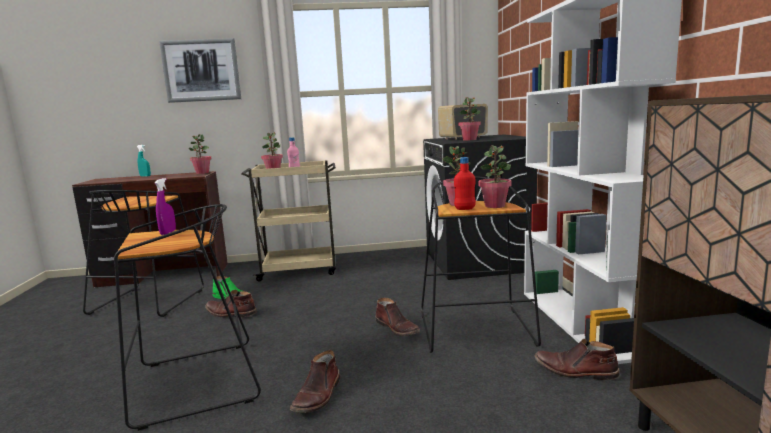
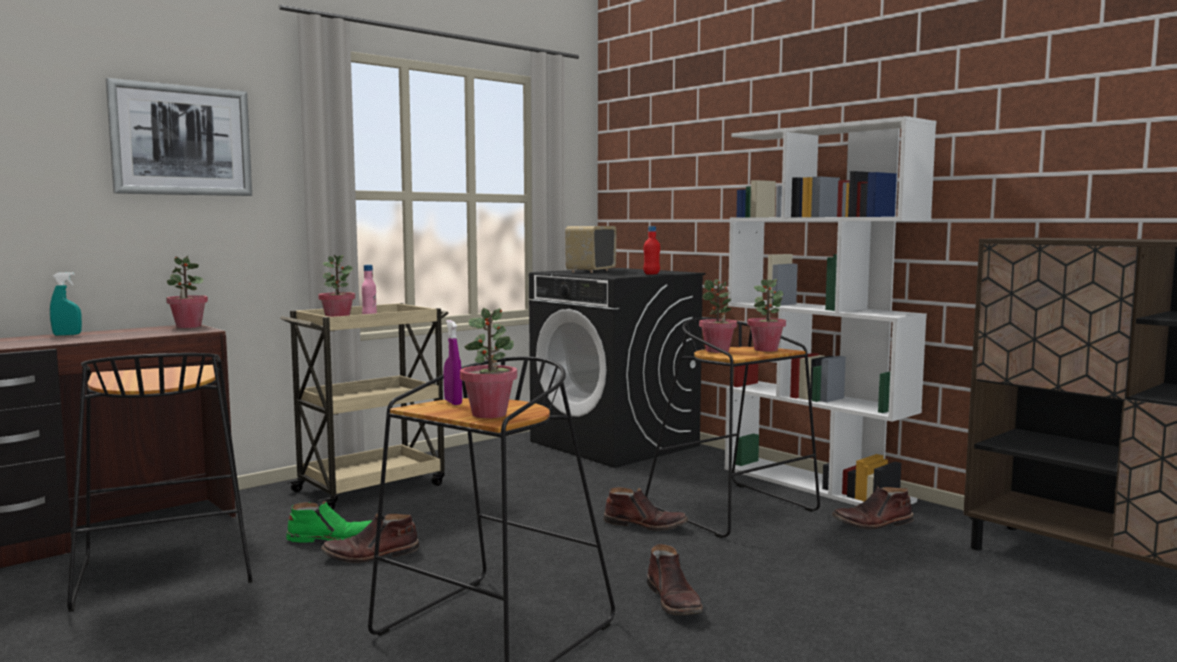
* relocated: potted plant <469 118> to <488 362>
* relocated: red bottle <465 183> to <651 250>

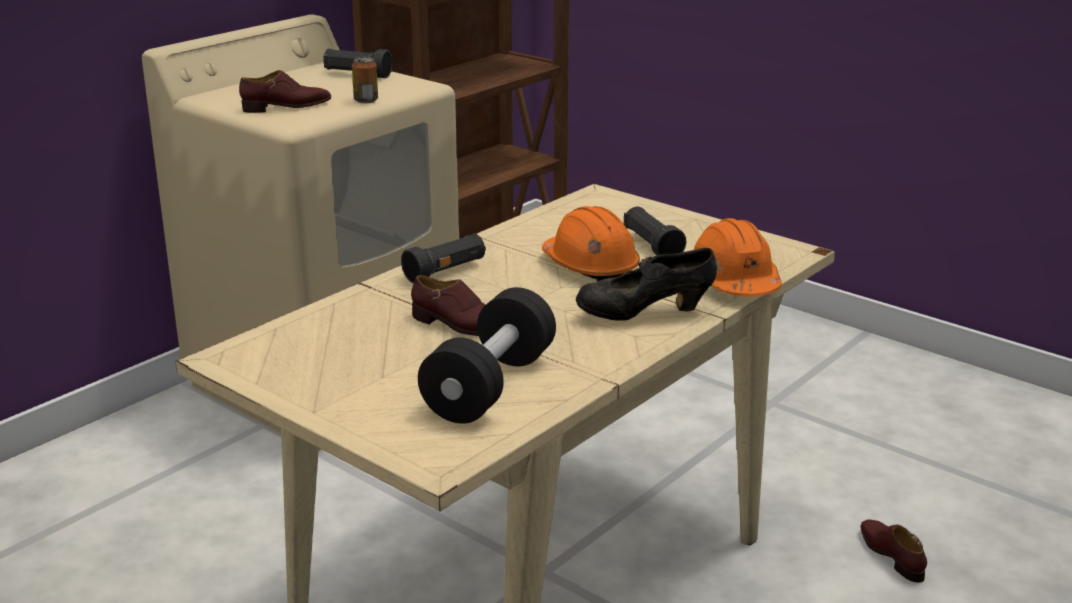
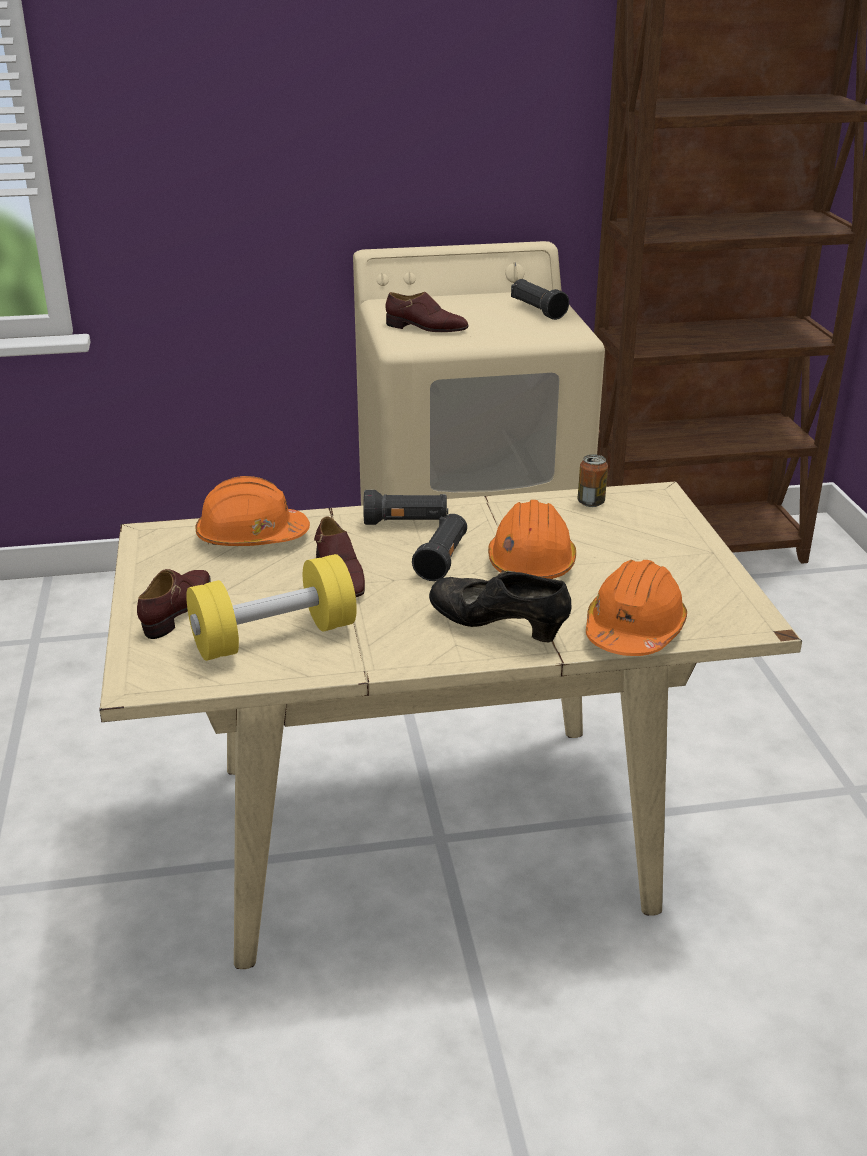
* relocated: brown shoe <893 550> to <174 604>
* colour: black dumbbell <487 355> to yellow dumbbell <271 607>
* appeared: orange hard hat <252 511>
* relocated: black flashlight <655 231> to <439 547>
* relocated: can <365 80> to <592 480>

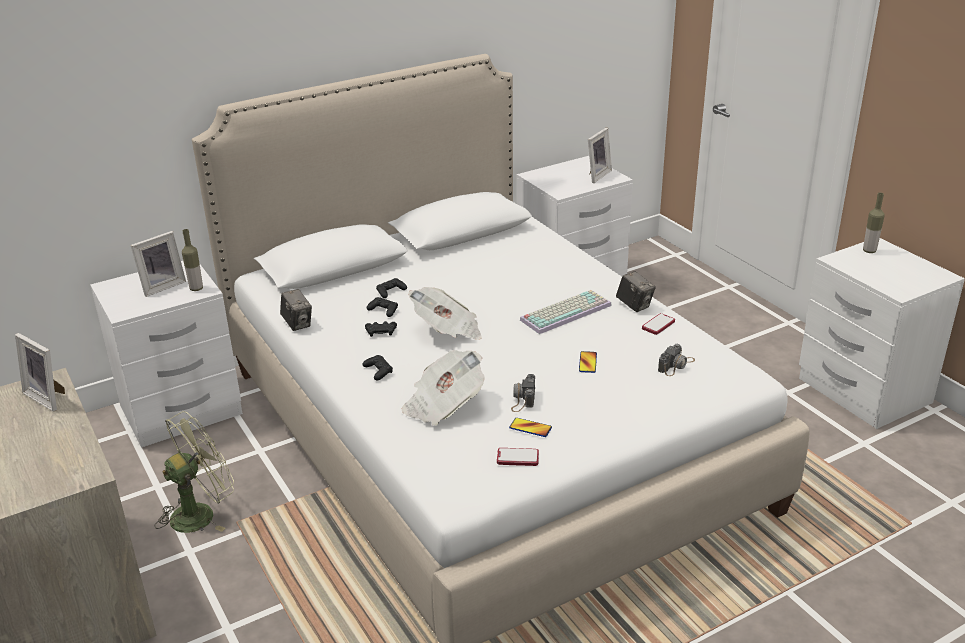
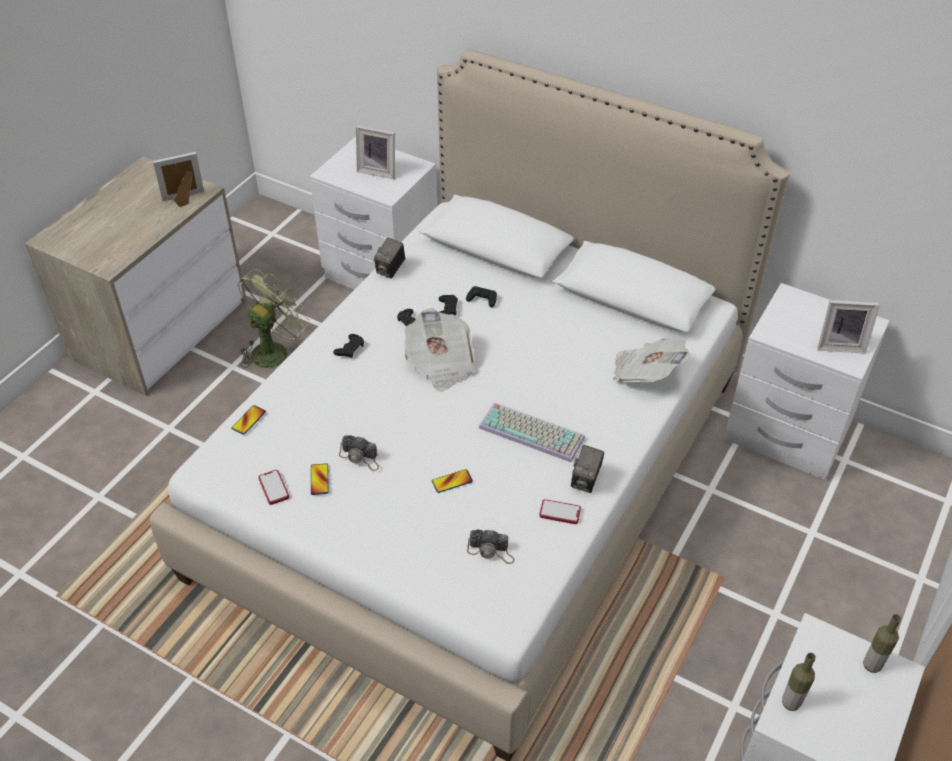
* spun: picture frame <40 372> = <178 179> 60 degrees clockwise
* appeared: phone <248 420>
* spun: green fan <194 472> = <274 318> 75 degrees counterclockwise
* spun: photo camera <523 393> = <359 453> 135 degrees counterclockwise
* relocated: newspaper <443 388> to <651 360>
* relocated: bottle <192 260> to <799 682>

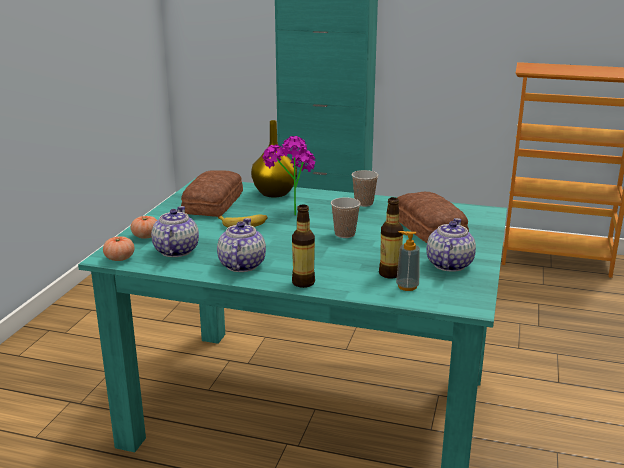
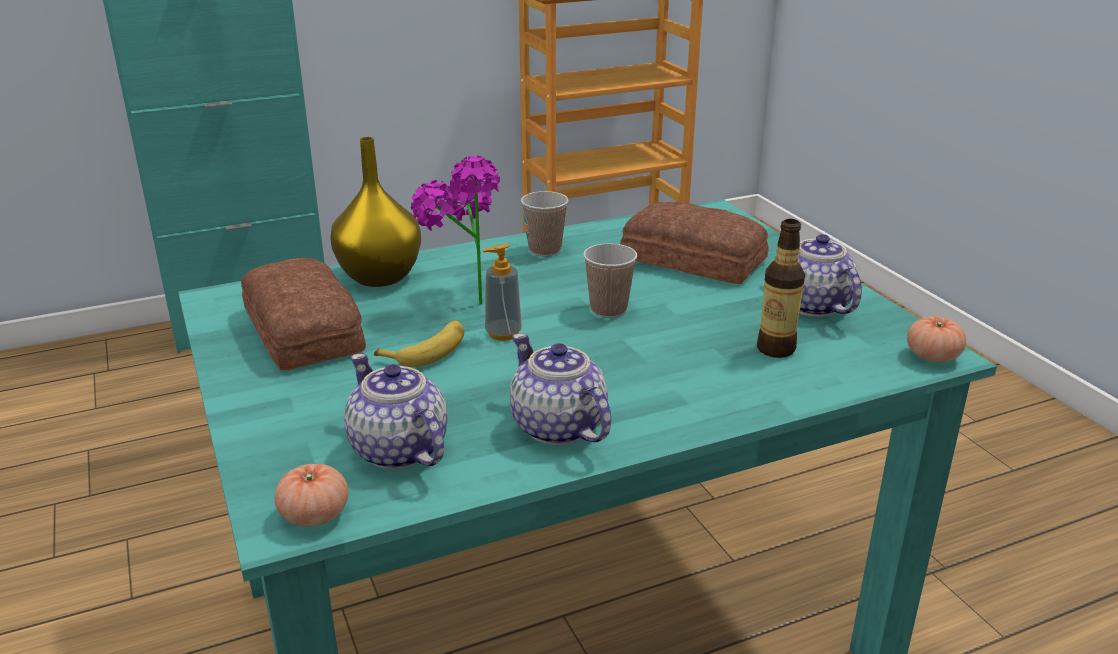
* relocated: soap dispenser <408 261> to <502 292>
* relocated: tomato <143 227> to <936 339>
* missing: bottle <303 246>

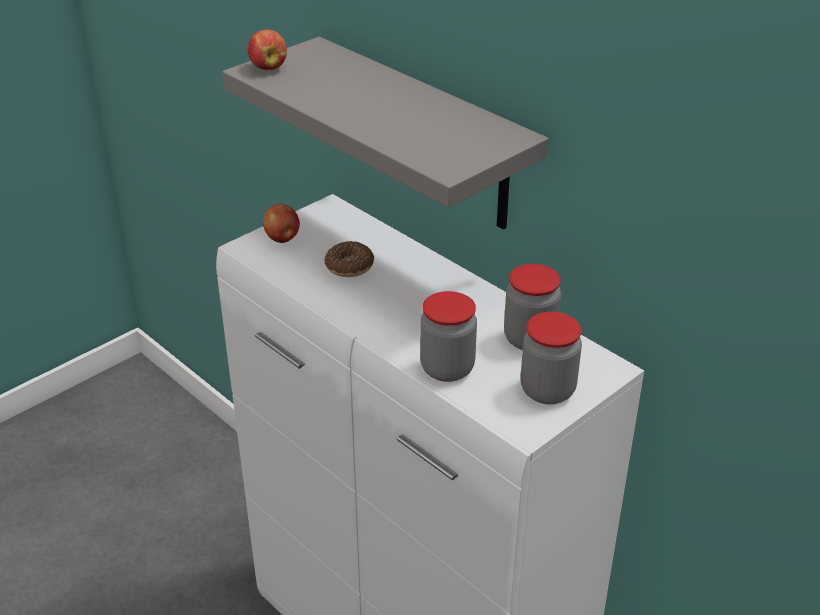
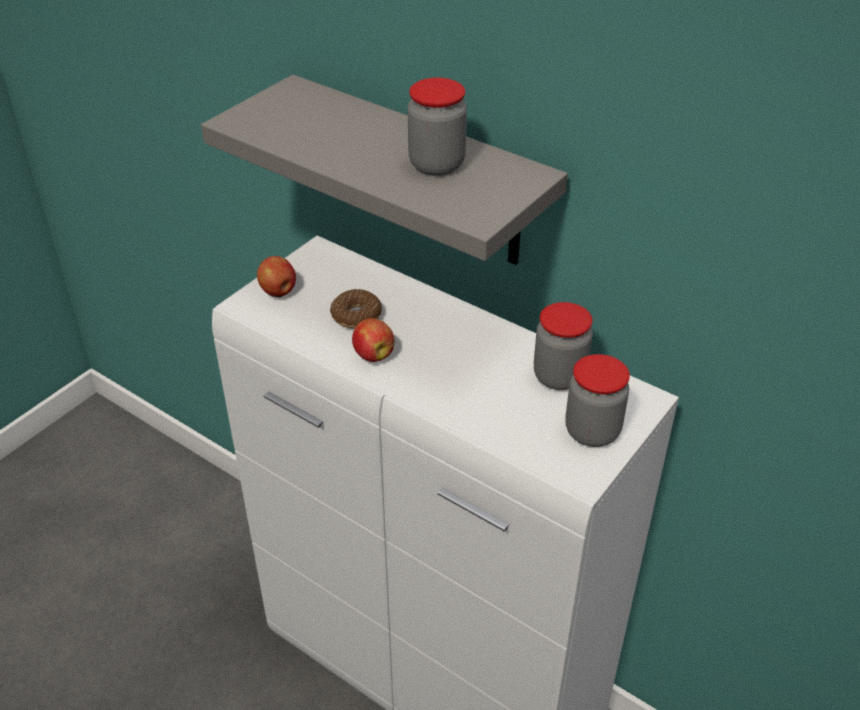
* relocated: apple <267 49> to <373 340>
* relocated: jar <448 336> to <437 127>

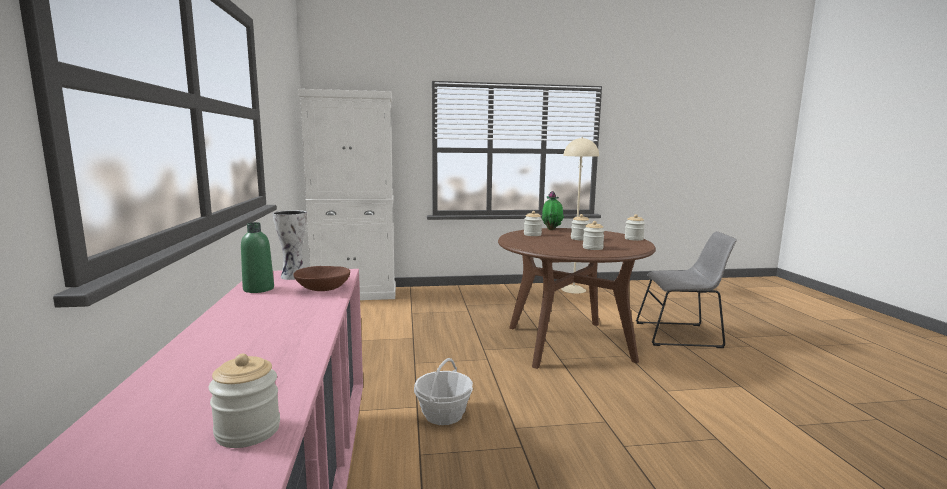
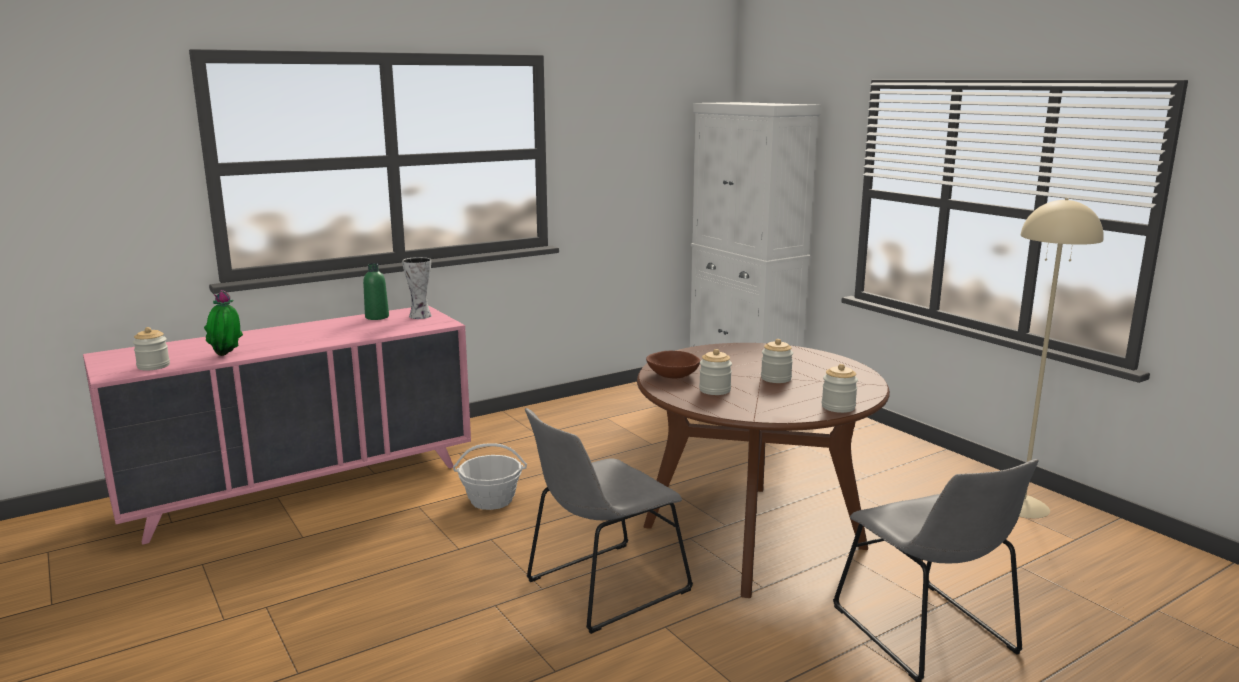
* relocated: potted plant <553 210> to <223 323>
* appeared: grey chair <609 521>
* relocated: brown bowl <321 278> to <673 365>
* missing: jar <533 223>

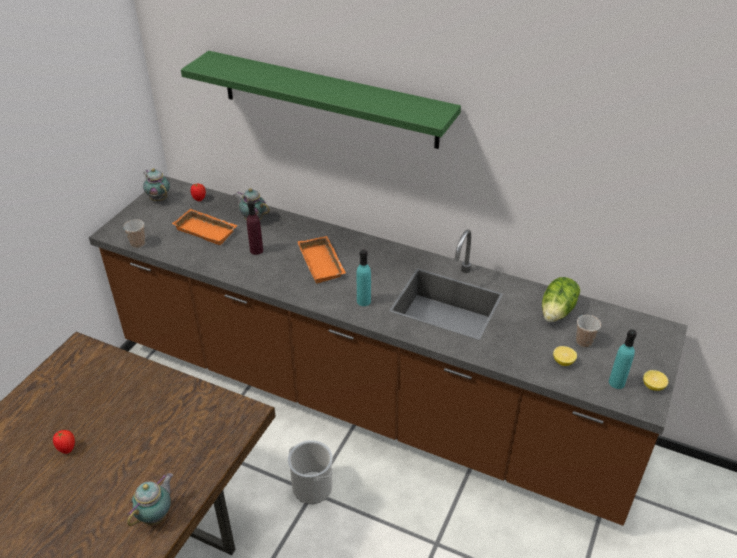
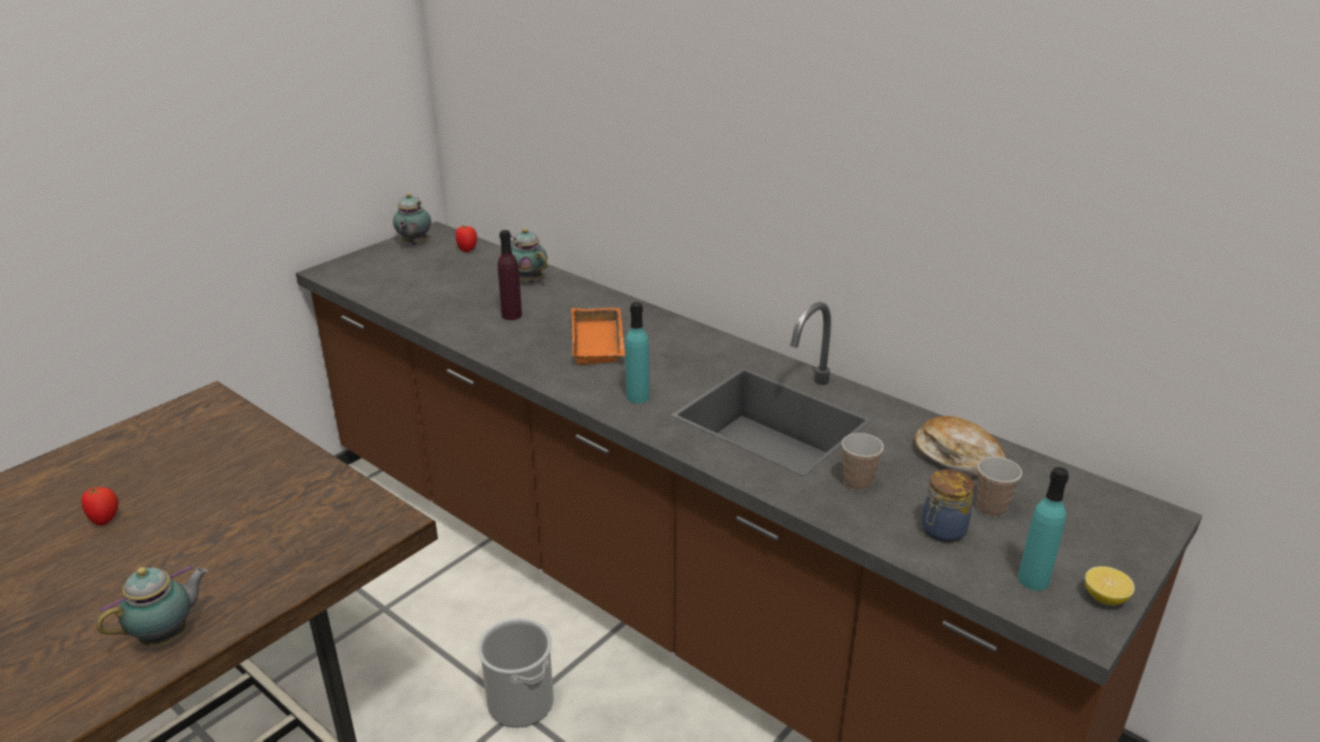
* spun: teapot <156 184> = <412 219> 150 degrees counterclockwise
* relocated: cup <134 233> to <863 462>
* exchanged: lettuce <561 299> to bread <960 446>
* exchanged: lemon <565 356> to jar <948 506>
* missing: orange tray <205 227>
* missing: green shelf <321 100>

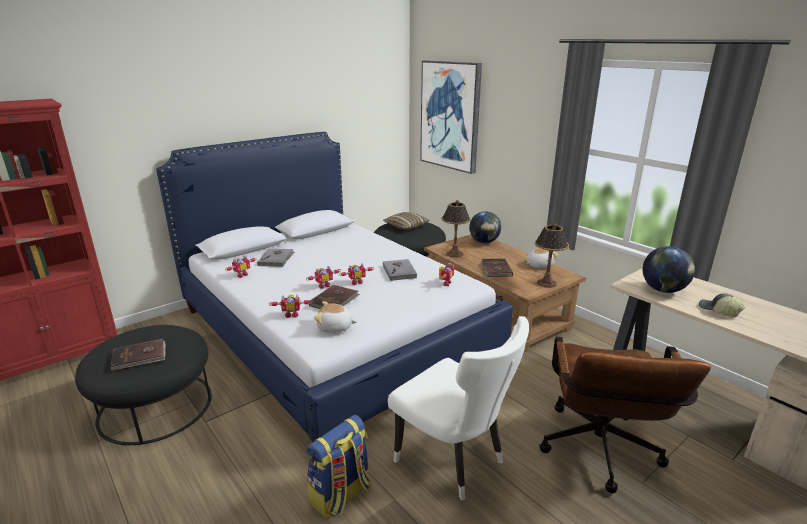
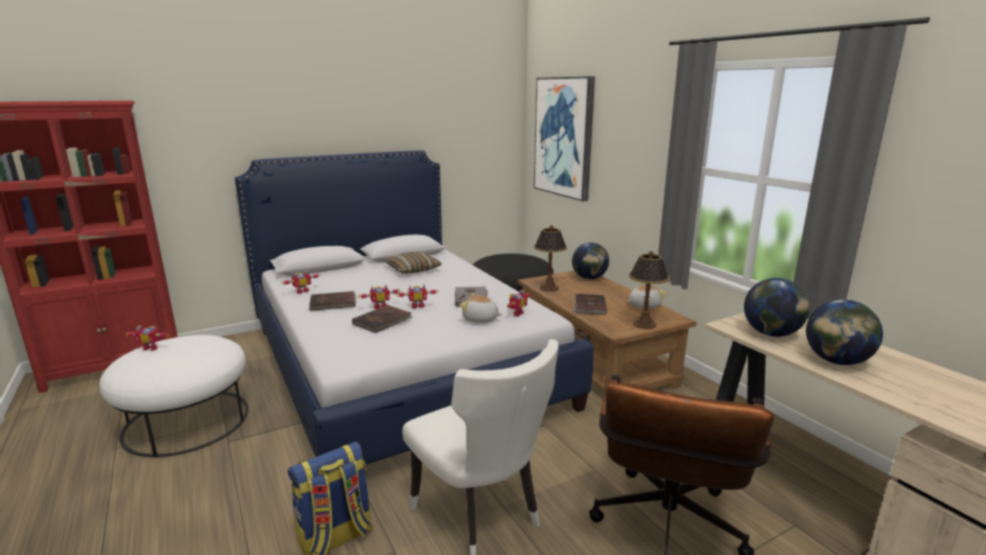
* colour: black ottoman <143 385> to white ottoman <174 396>
* relocated: toy robot <290 306> to <147 338>
* relocated: brown book <138 355> to <332 301>
* relocated: pillow <406 221> to <413 263>
* relocated: plush toy <335 317> to <481 308>
* exchanged: cap <722 306> to globe <844 332>
* missing: grey book <275 257>

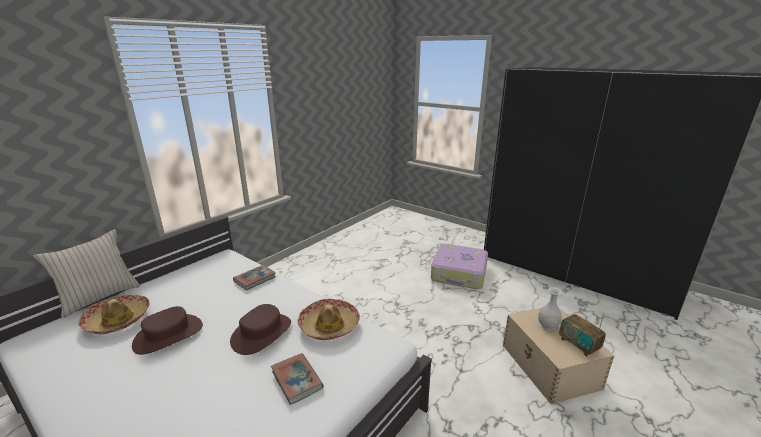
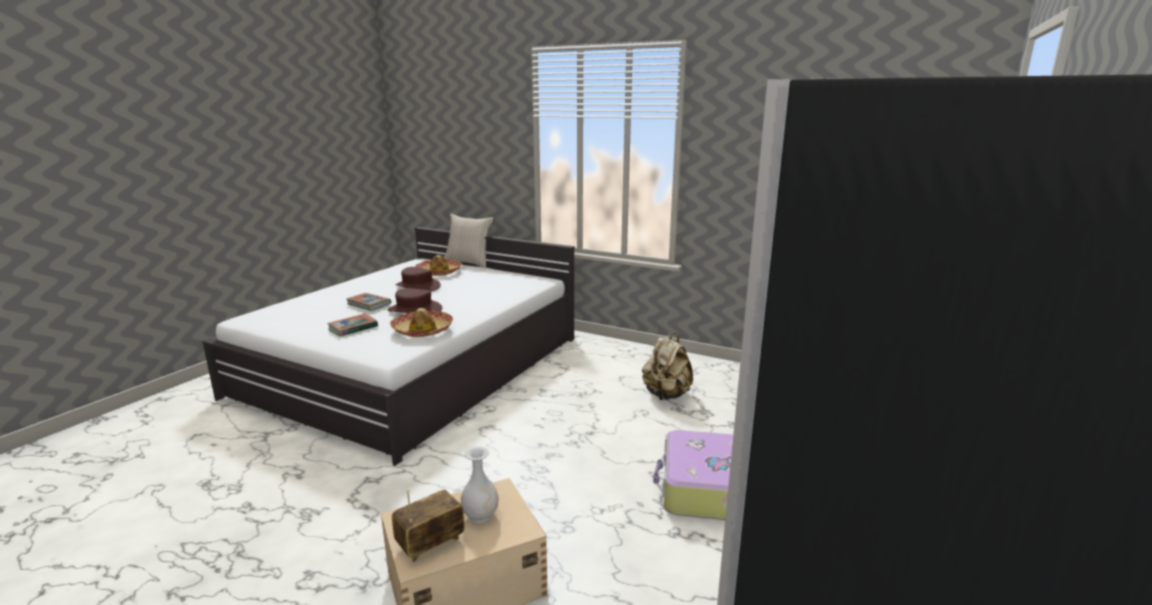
* relocated: book <254 277> to <368 302>
* appeared: beige backpack <667 366>

